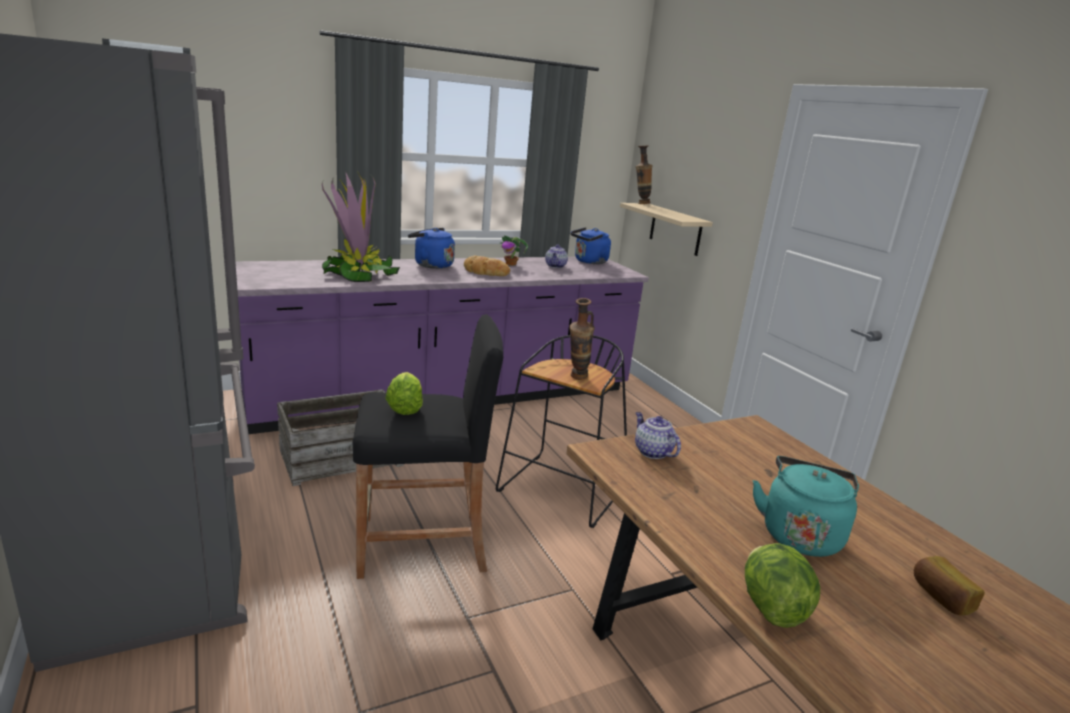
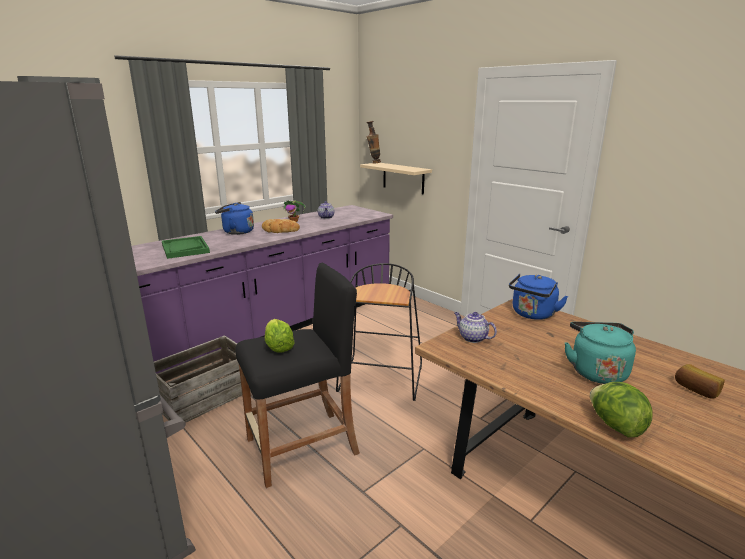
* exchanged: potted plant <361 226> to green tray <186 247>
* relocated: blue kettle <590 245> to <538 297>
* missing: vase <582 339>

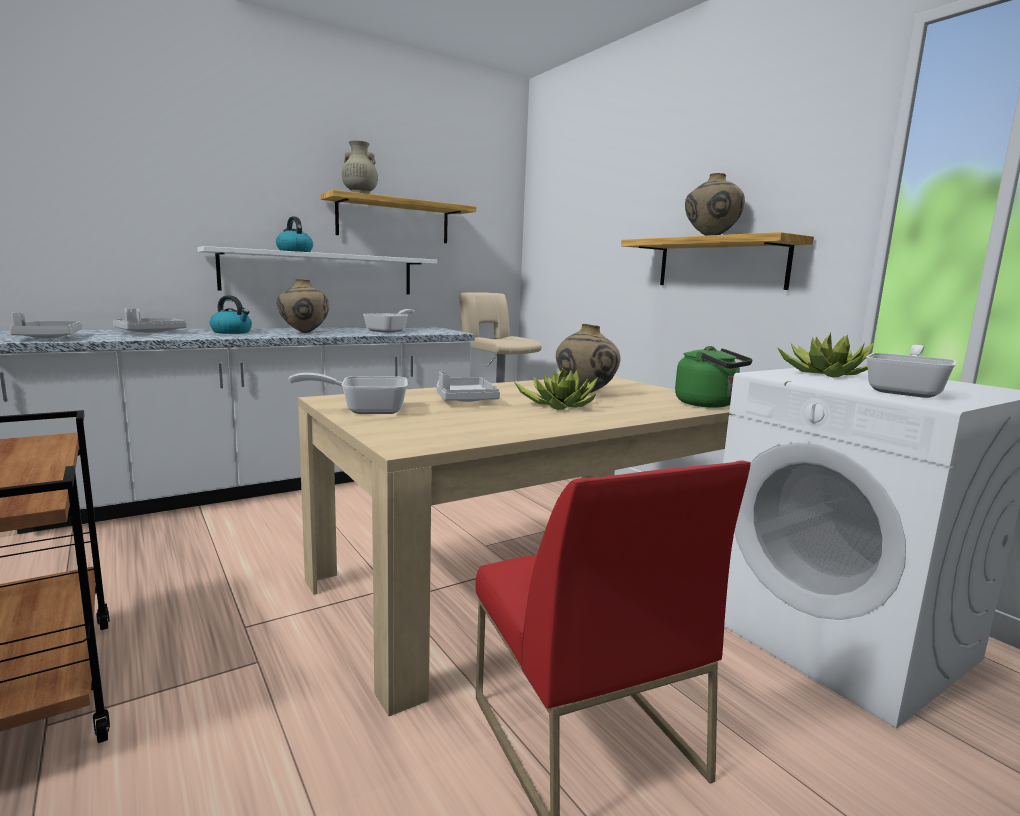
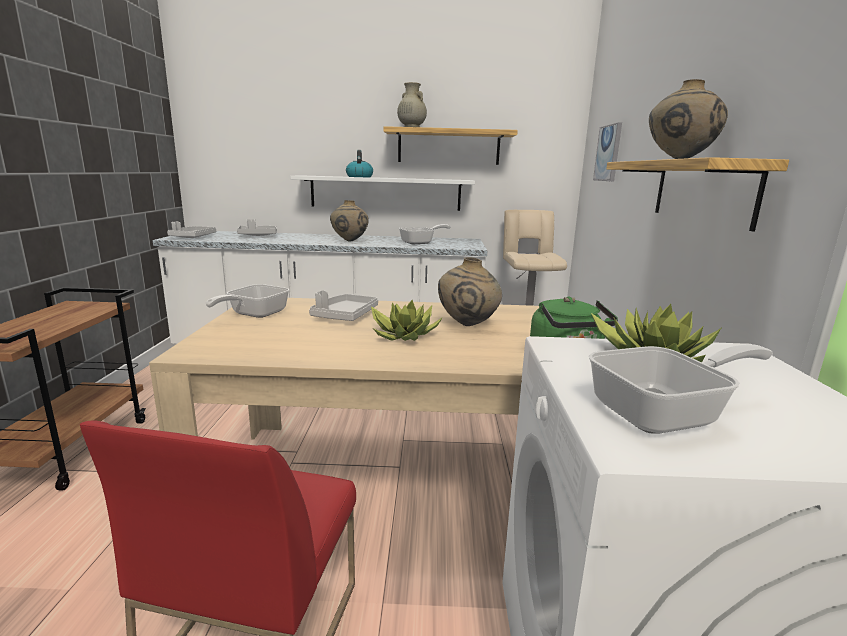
* spun: frying pan <348 393> = <247 301> 90 degrees counterclockwise
* appeared: picture <607 152>
* missing: kettle <231 314>

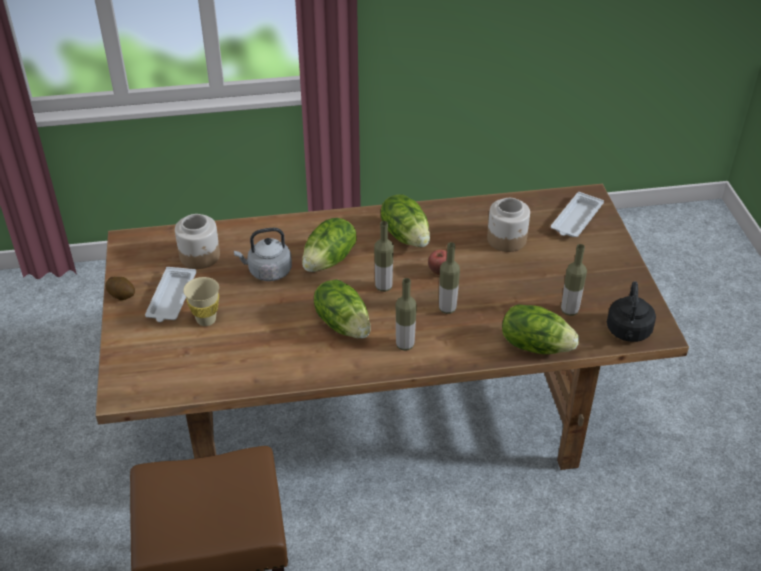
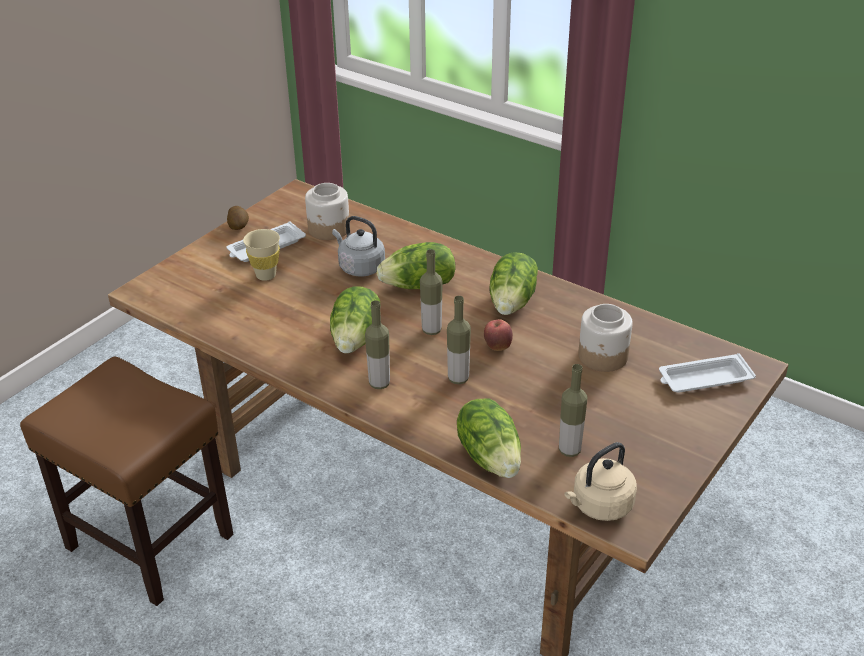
* colour: black kettle <631 311> to beige kettle <600 481>

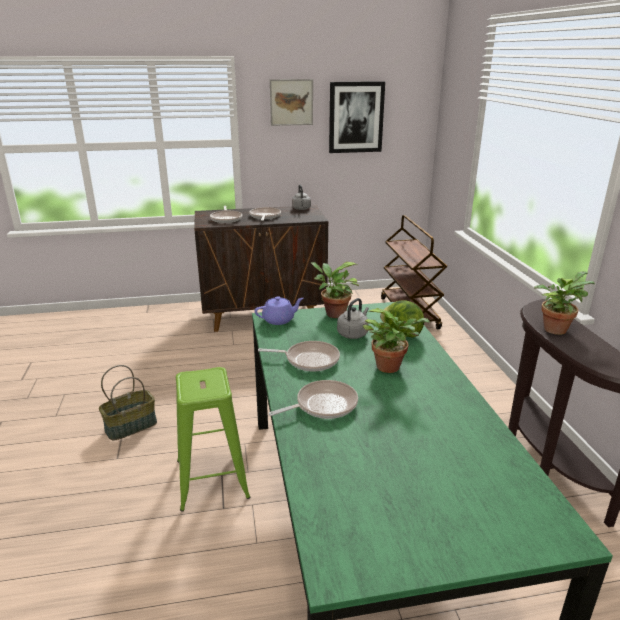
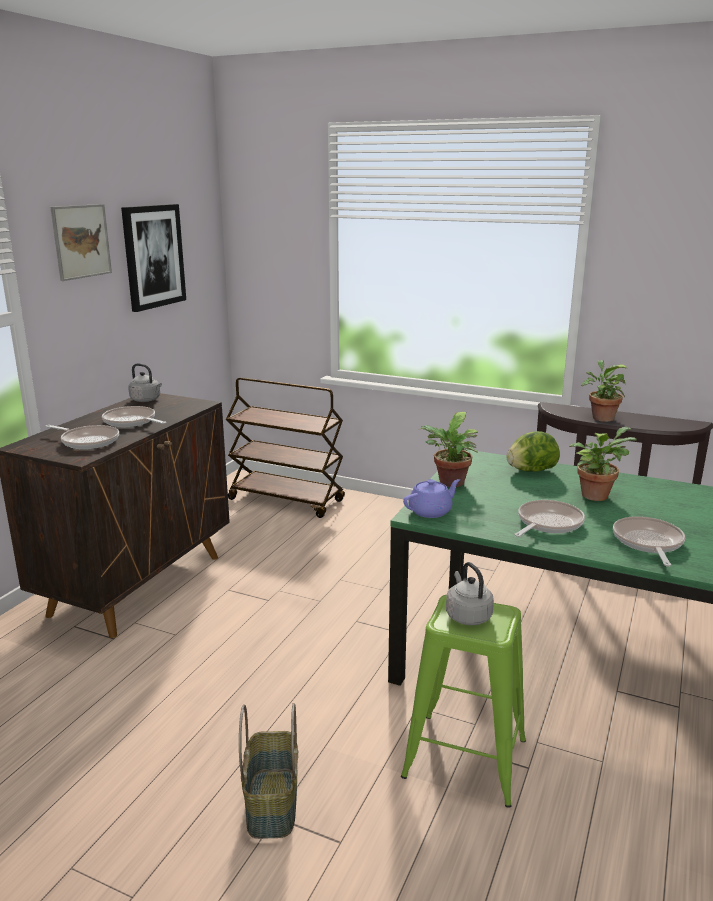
* spun: purple teapot <279 310> = <431 498> 45 degrees clockwise
* relocated: grey kettle <353 318> to <470 593>

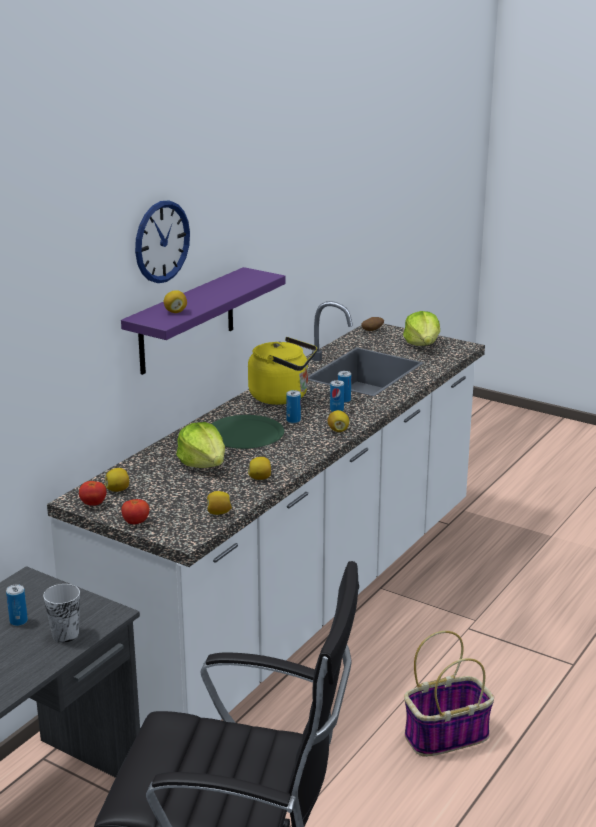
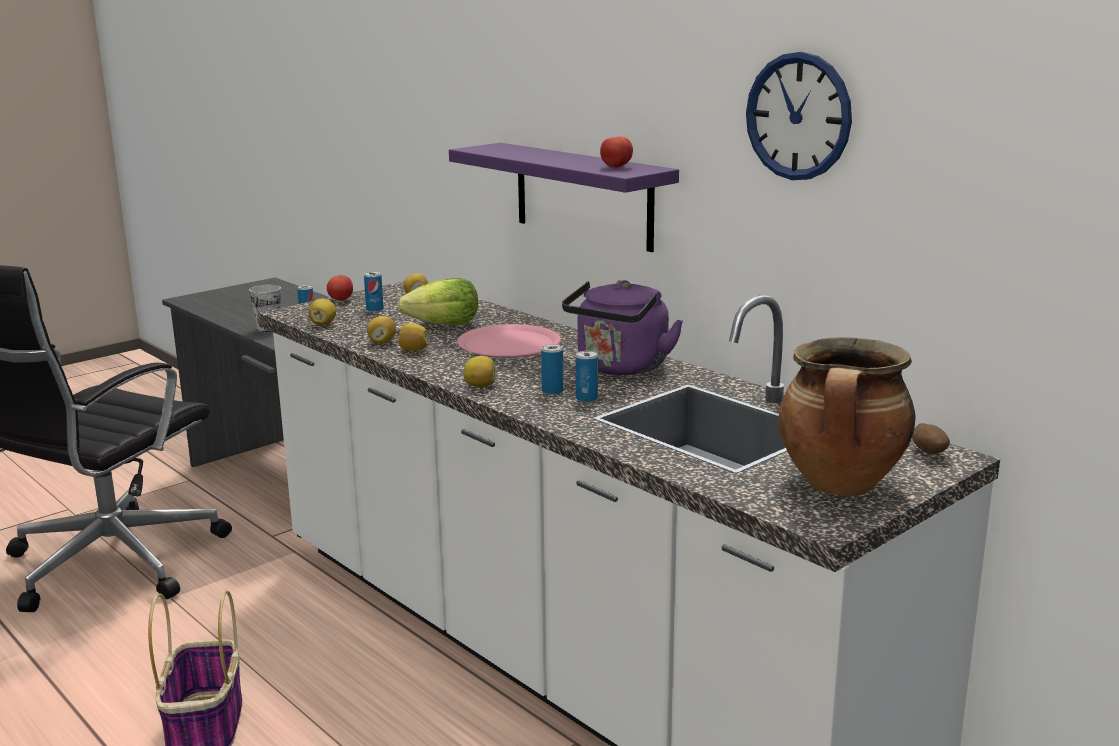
* relocated: can <293 406> to <374 292>
* relocated: lemon <175 301> to <413 337>
* colour: green plate <248 432> to pink plate <509 341>
* colour: yellow kettle <282 371> to purple kettle <622 327>
* relocated: tomato <93 493> to <616 152>
* relocated: wall clock <162 242> to <799 116>
* exchanged: lettuce <421 328> to cooking pot <847 417>

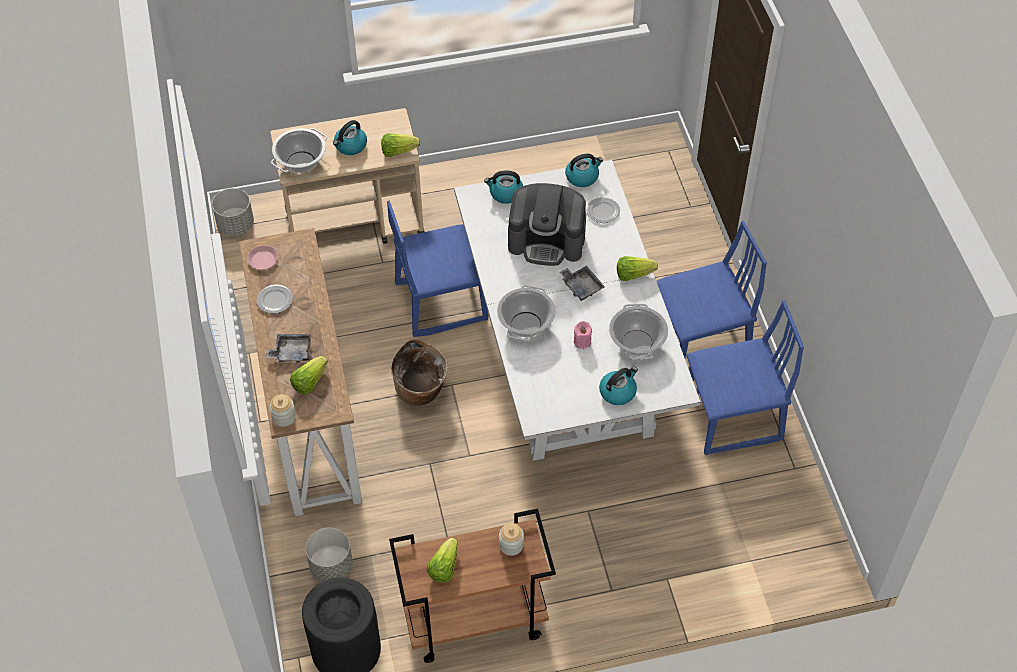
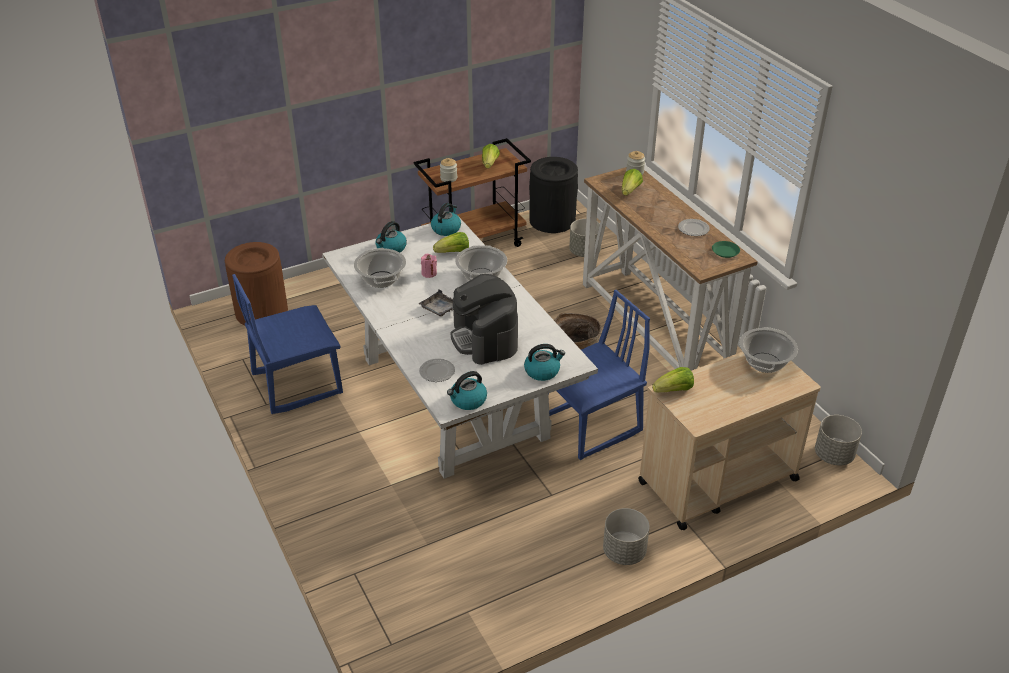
* appeared: brown trash can <256 284>
* relocated: kettle <350 137> to <446 219>
* relocated: lettuce <637 268> to <451 242>
* spun: coffee machine <547 224> = <484 319> 105 degrees counterclockwise
* appeared: grey planter <626 536>
* colour: pink plate <262 258> to green plate <726 249>
* missing: grey tray <288 348>
* missing: blue chair <712 289>

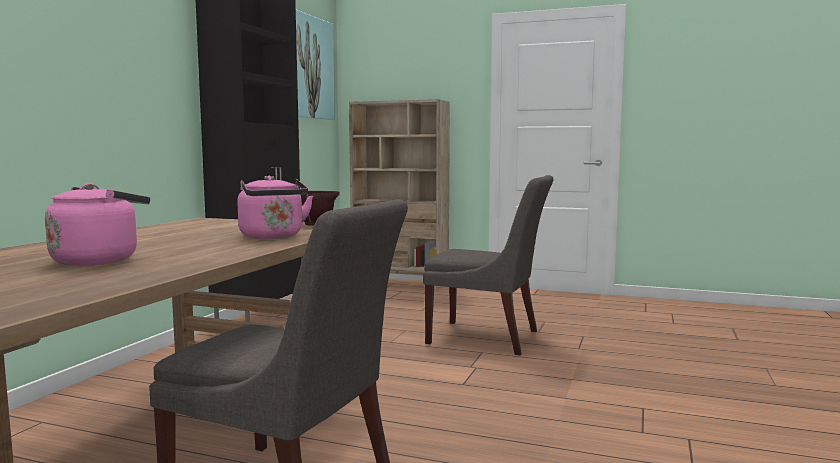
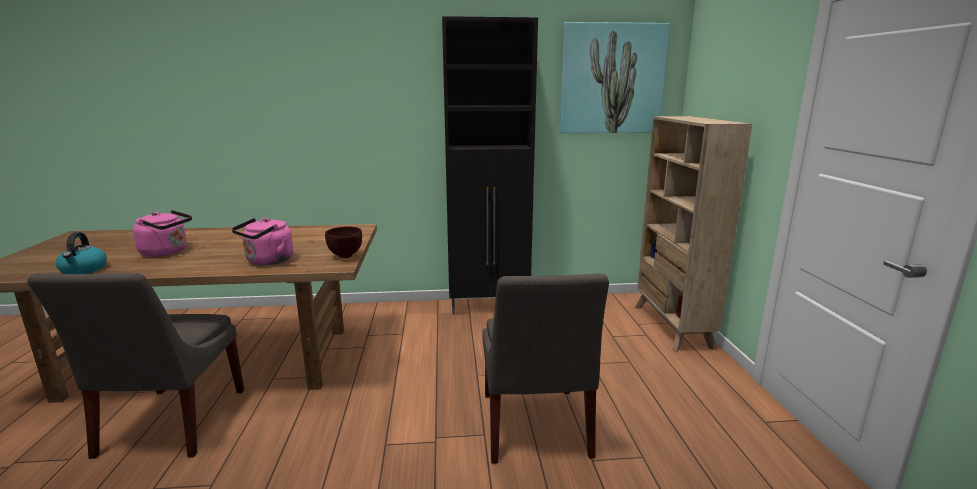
* appeared: kettle <81 253>

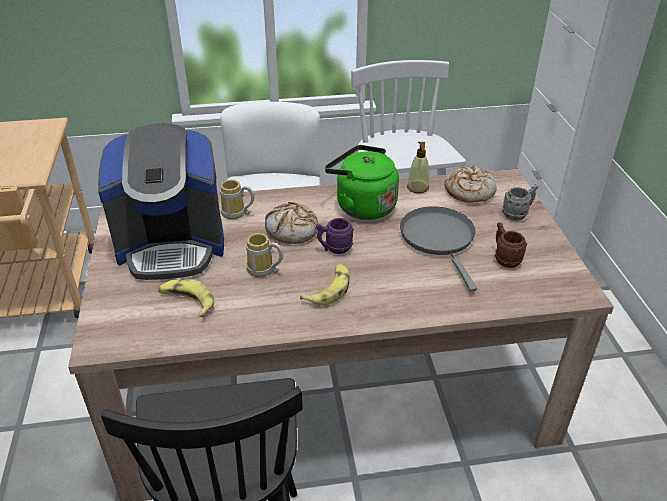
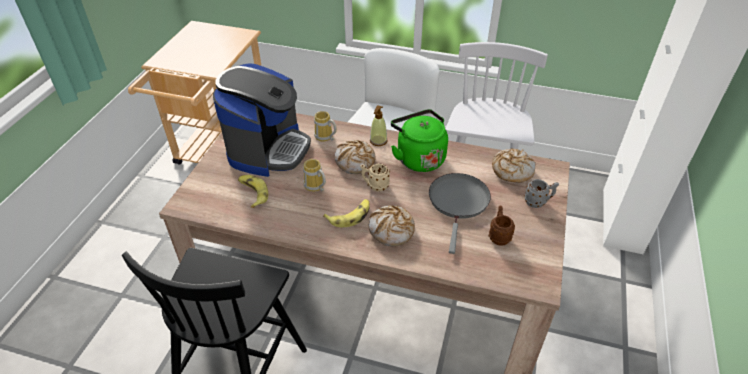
* spun: coffee machine <161 201> = <262 120> 90 degrees counterclockwise
* colour: purple mug <335 236> to beige mug <375 178>
* appeared: bread <391 225>
* relocated: soap dispenser <418 167> to <379 126>

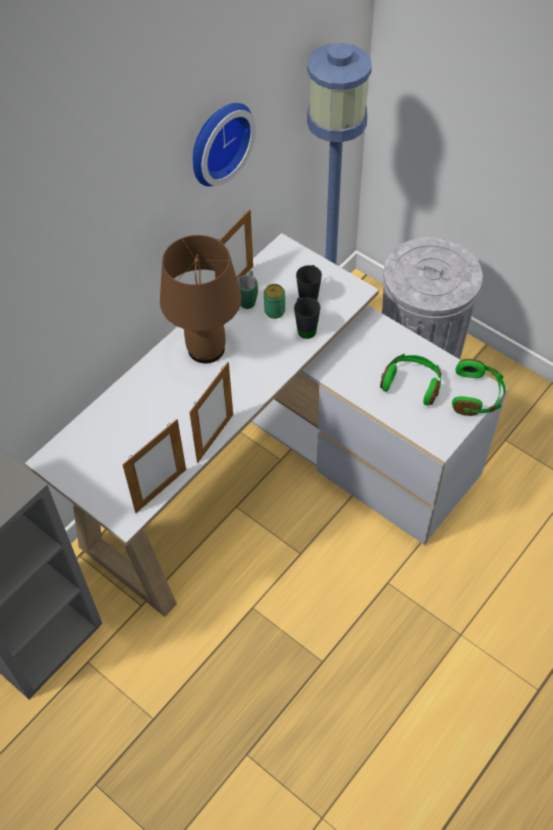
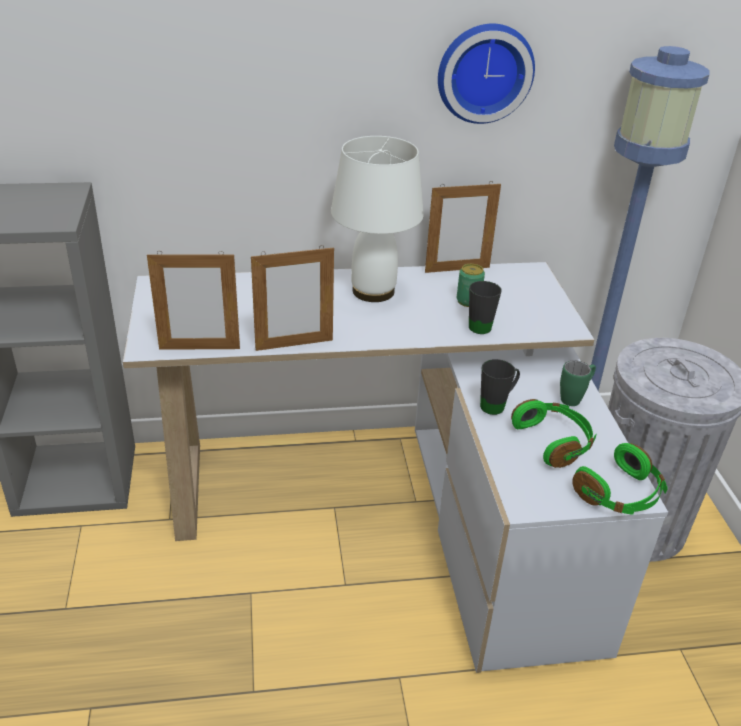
* colour: brown table lamp <201 299> to white table lamp <377 219>
* relocated: black mug <309 282> to <500 387>
* relocated: green mug <247 290> to <578 383>

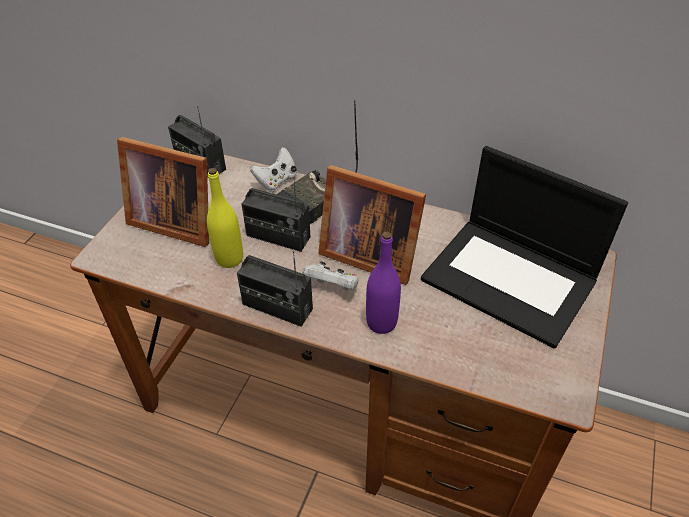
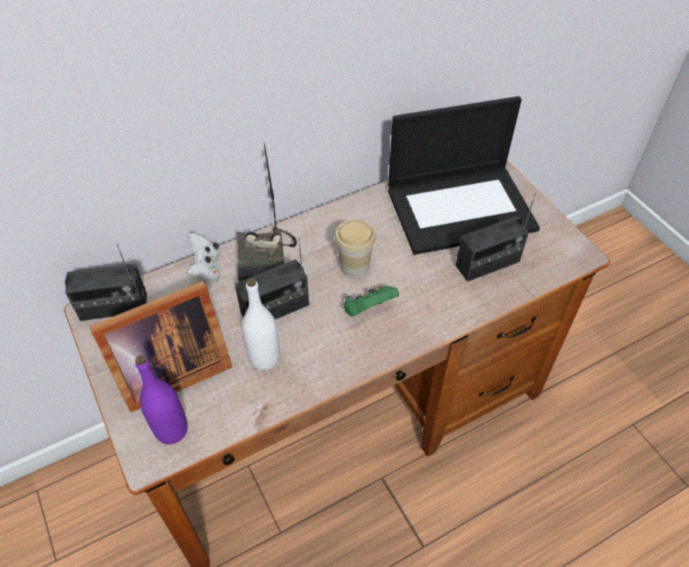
* relocated: purple bottle <383 282> to <161 399>
* colour: yellow bottle <225 218> to white bottle <261 324>
* exchanged: picture frame <372 225> to cup <355 248>
* colour: white game controller <330 275> to green game controller <371 301>
* relocated: radio <275 289> to <495 238>

